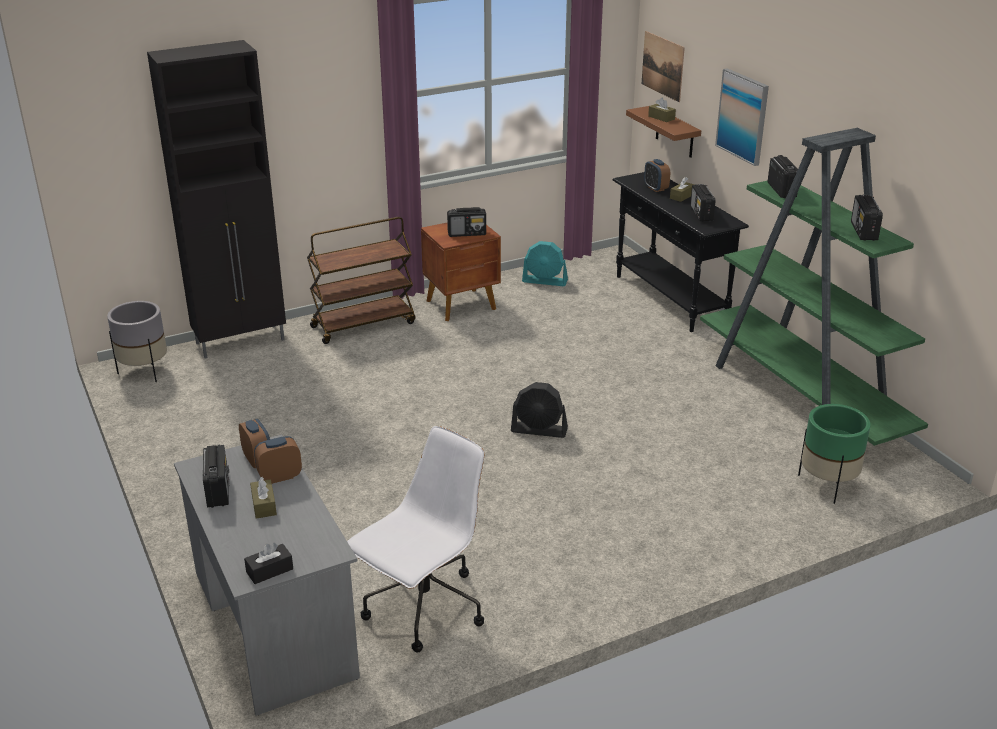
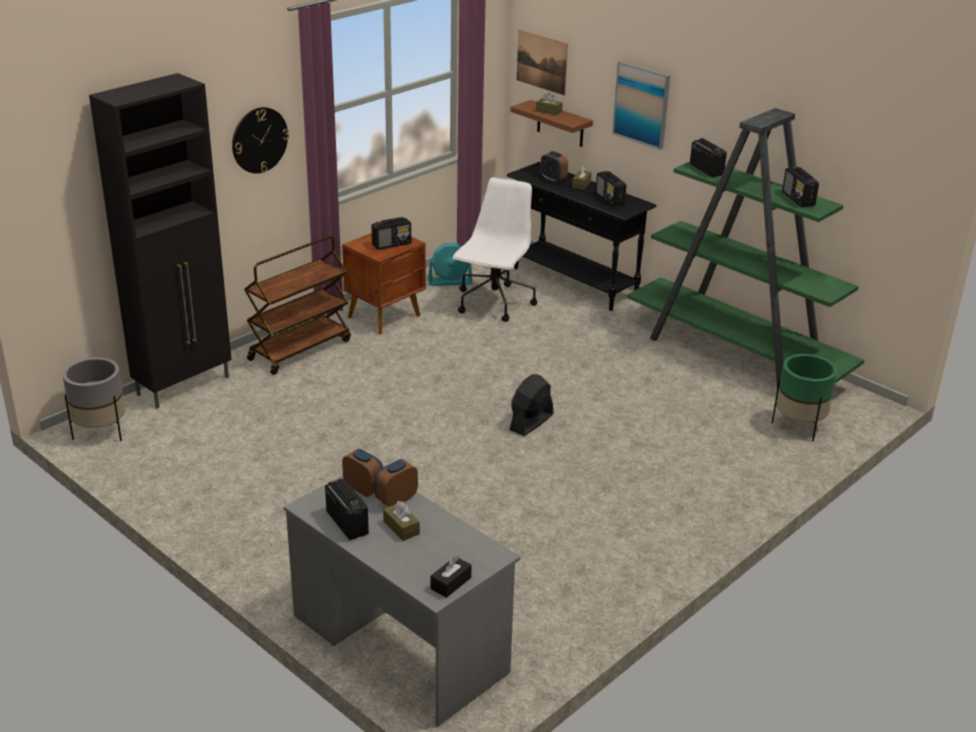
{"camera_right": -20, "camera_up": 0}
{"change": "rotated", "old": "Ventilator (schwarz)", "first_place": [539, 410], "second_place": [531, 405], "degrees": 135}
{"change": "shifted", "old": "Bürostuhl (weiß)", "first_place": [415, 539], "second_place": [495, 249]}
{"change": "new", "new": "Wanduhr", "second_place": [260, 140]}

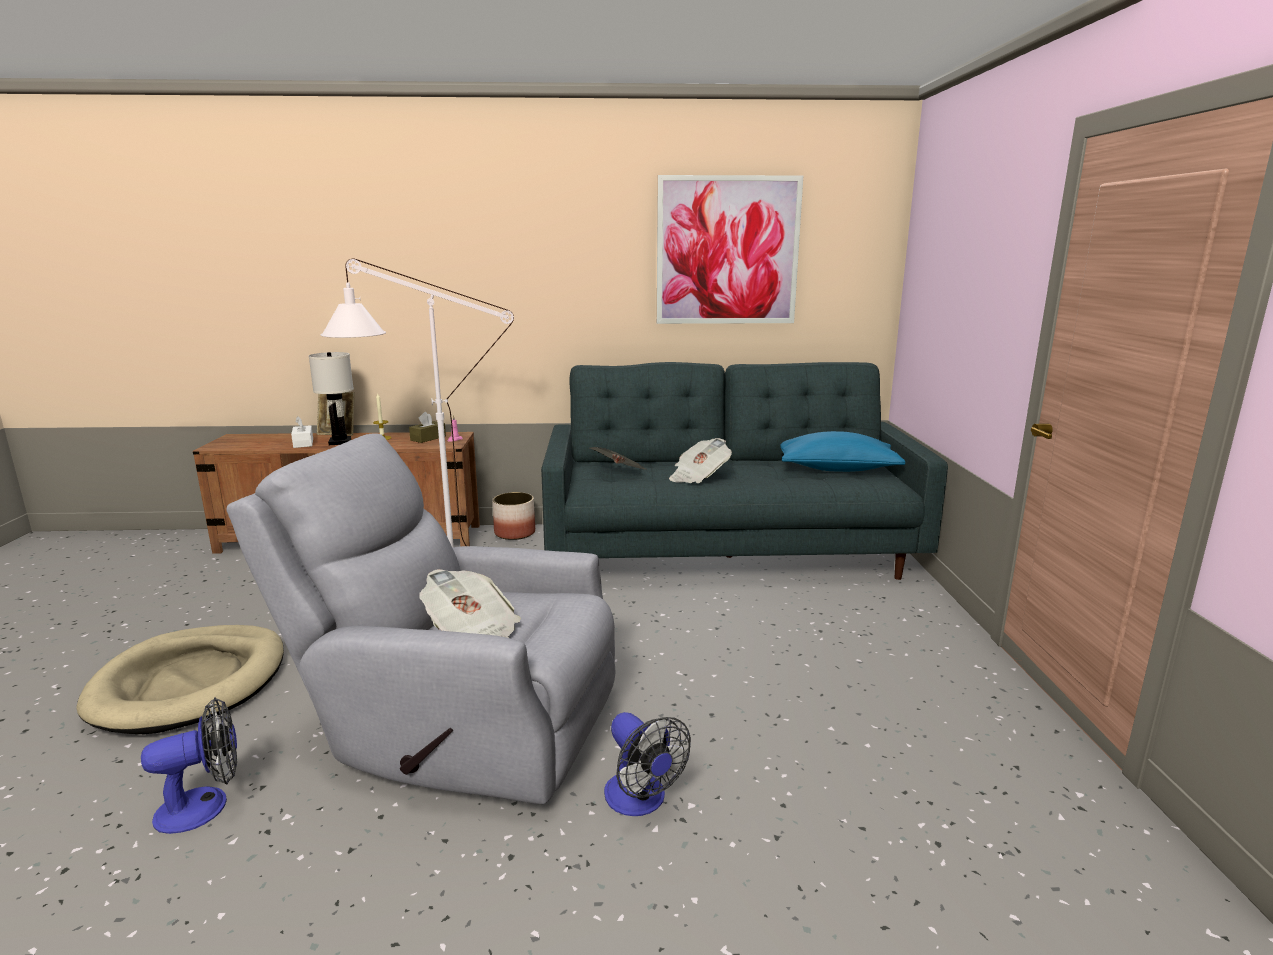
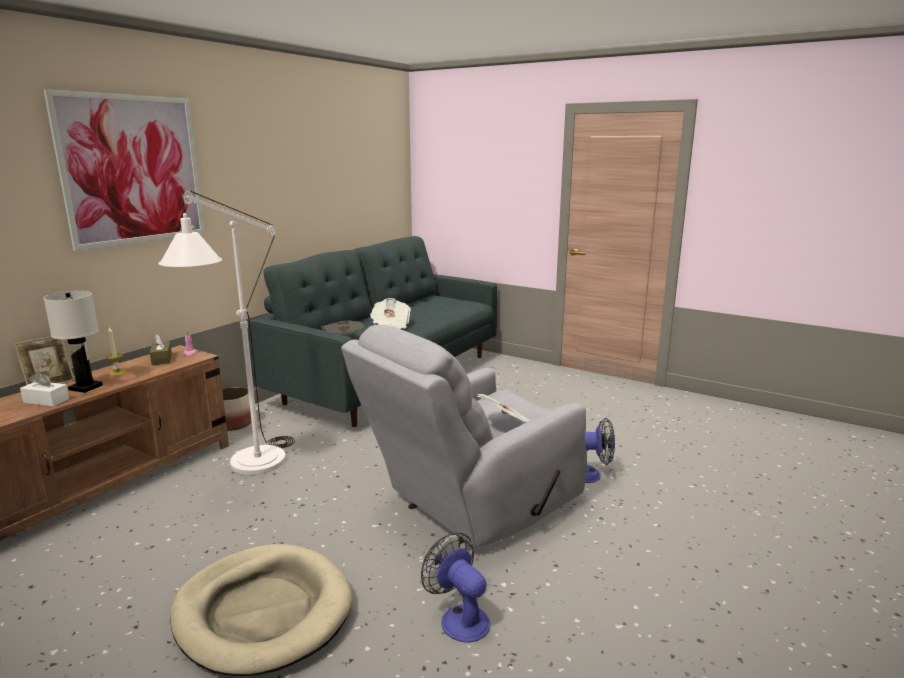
{"camera_right": -55, "camera_up": 0}
{"change": "shifted", "old": "Bild", "first_place": [730, 249], "second_place": [124, 170]}
{"change": "gone", "old": "Kissen (blau)", "first_place": [842, 451]}
{"change": "rotated", "old": "Ventilator", "first_place": [189, 765], "second_place": [455, 587], "degrees": -45}

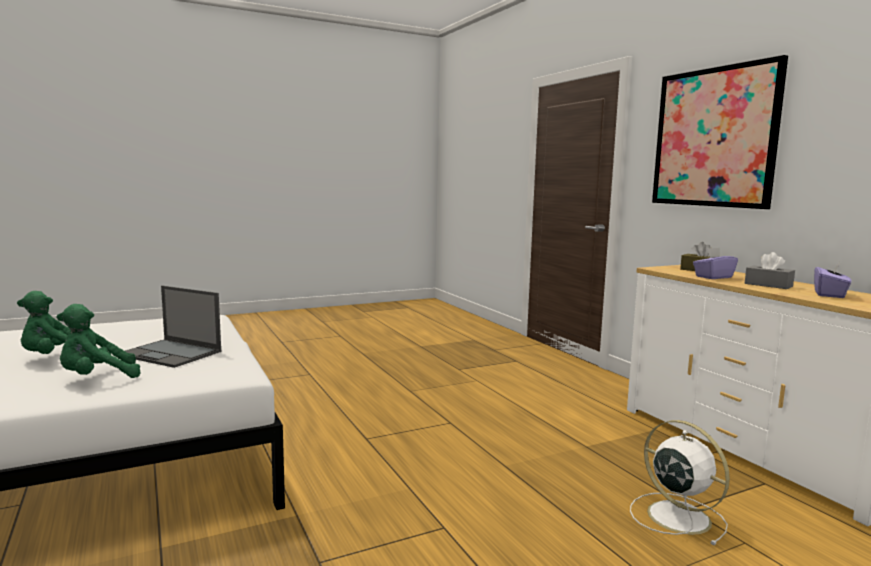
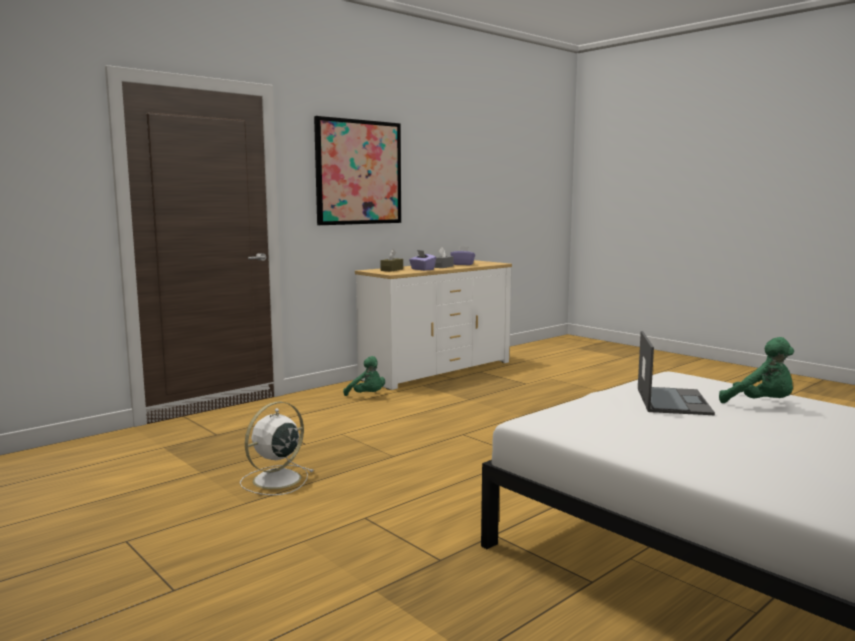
{"camera_right": -105, "camera_up": 0}
{"change": "shifted", "old": "Plüschtier (grün)", "first_place": [57, 322], "second_place": [364, 376]}
{"change": "shifted", "old": "Ventilator (weiß)", "first_place": [680, 482], "second_place": [277, 448]}

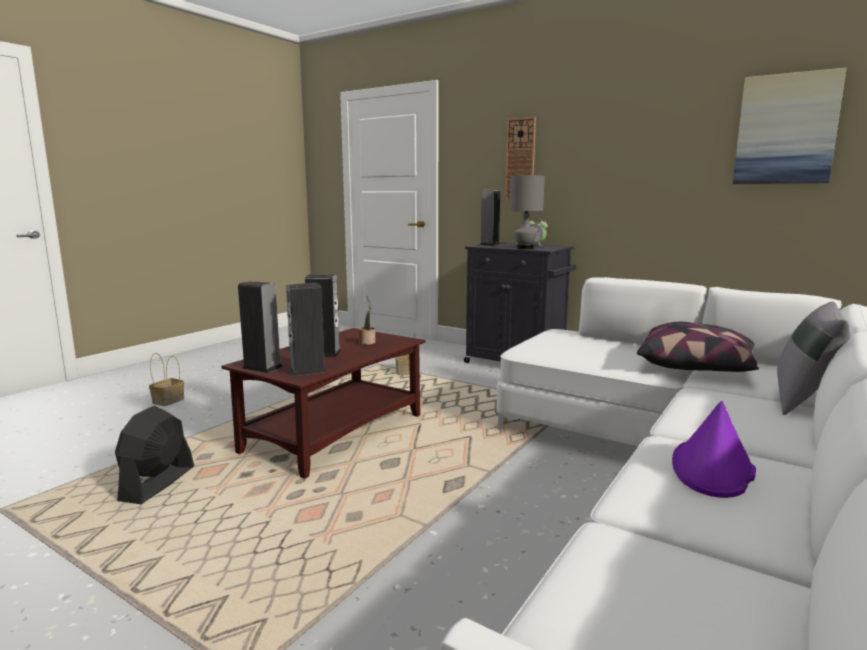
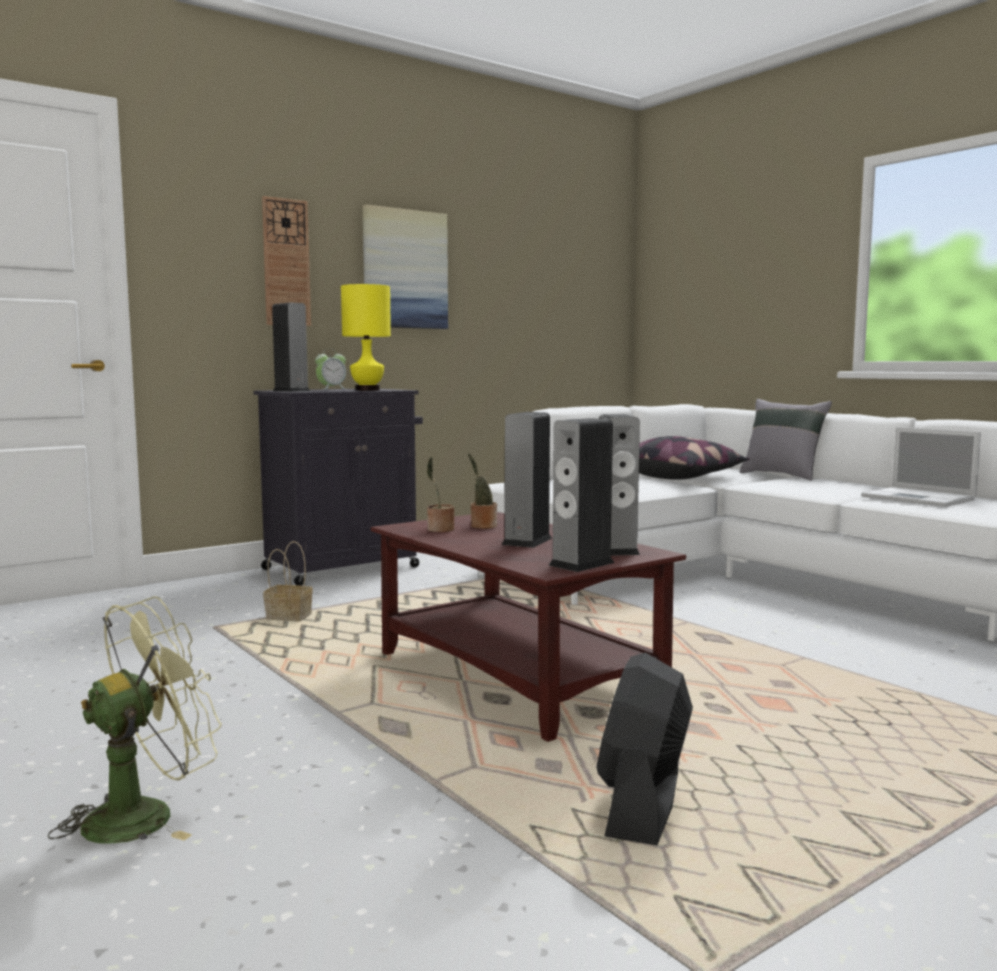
{"camera_right": -70, "camera_up": -5}
{"change": "shifted", "old": "Bild", "first_place": [790, 125], "second_place": [405, 267]}
{"change": "repainted", "old": "Tischlampe (grau)", "new": "Tischlampe (gelb)", "first_place": [527, 212], "second_place": [366, 337]}
{"change": "swapped", "old": "Korb", "new": "Ventilator (grün)", "first_place": [166, 379], "second_place": [135, 720]}
{"change": "swapped", "old": "Hut (lila)", "new": "Laptop", "first_place": [714, 449], "second_place": [921, 467]}
{"change": "rotated", "old": "Ventilator (schwarz)", "first_place": [154, 455], "second_place": [644, 749], "degrees": 75}
{"change": "new", "new": "Topfpflanze", "second_place": [440, 494]}

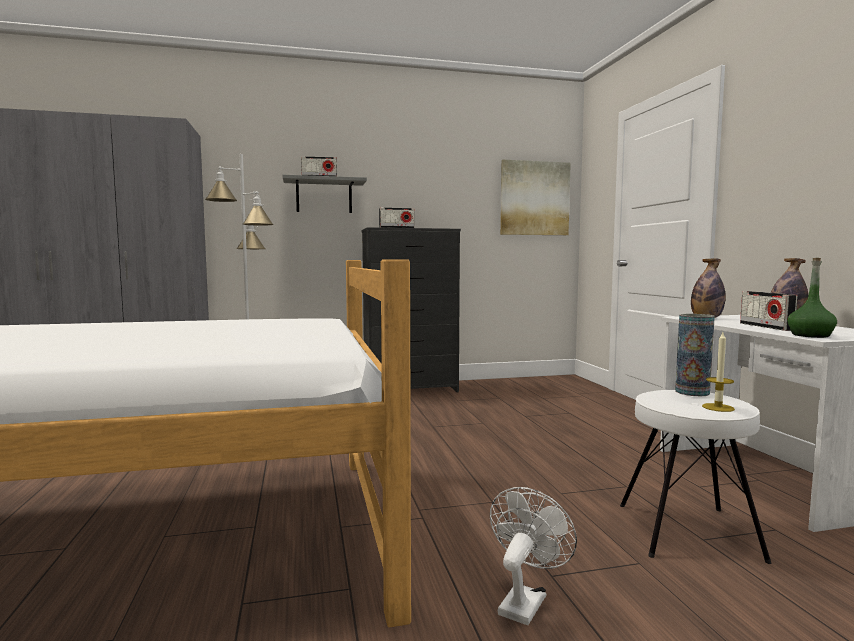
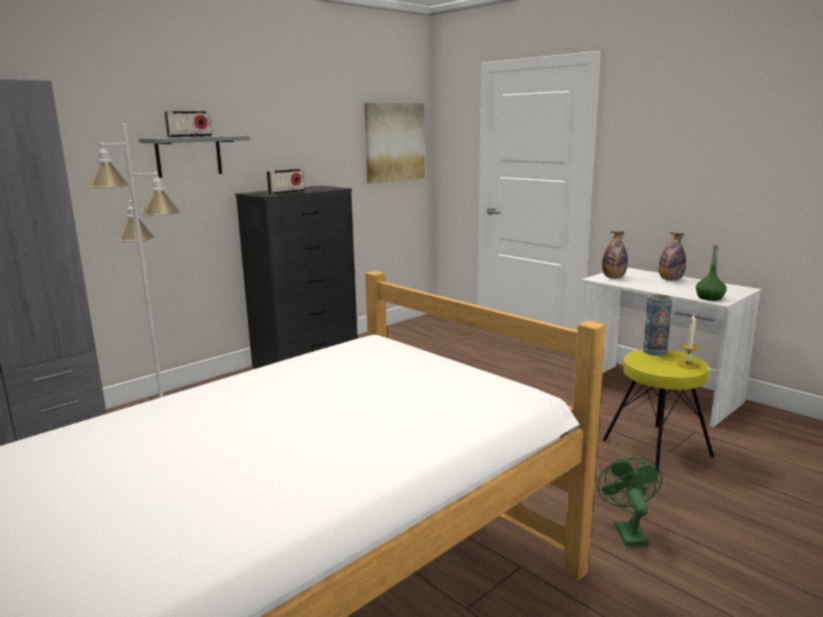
{"camera_right": -30, "camera_up": 10}
{"change": "gone", "old": "Radio", "first_place": [768, 311]}
{"change": "repainted", "old": "Hocker (weiß)", "new": "Hocker (gelb)", "first_place": [696, 477], "second_place": [658, 411]}
{"change": "repainted", "old": "Ventilator (weiß)", "new": "Ventilator (grün)", "first_place": [533, 556], "second_place": [630, 501]}

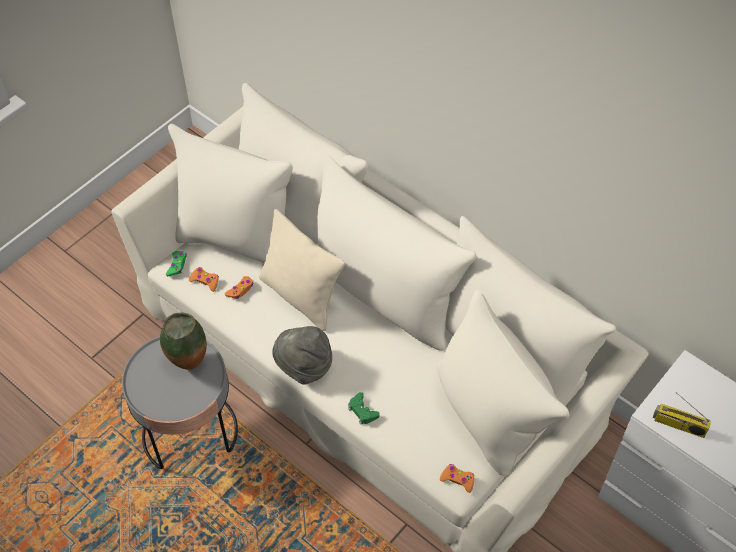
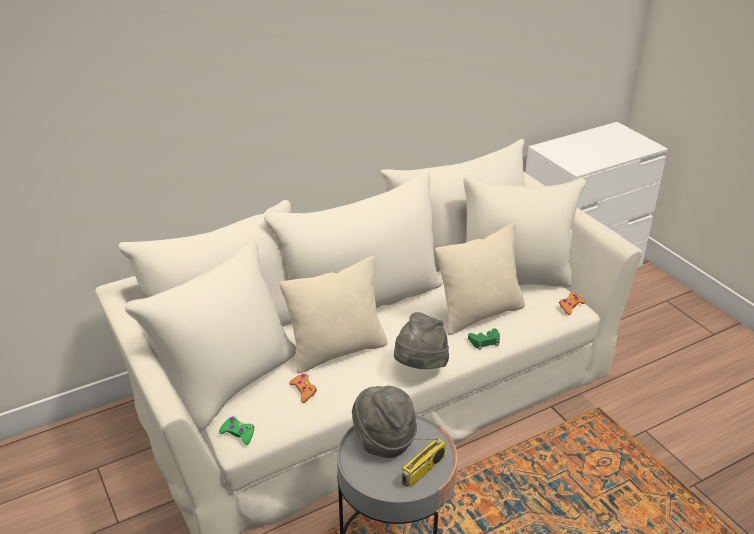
{"camera_right": -70, "camera_up": -20}
{"change": "gone", "old": "Gamepad (orange)", "first_place": [204, 279]}
{"change": "swapped", "old": "Vase", "new": "Hut (grau)", "first_place": [183, 341], "second_place": [384, 422]}
{"change": "shifted", "old": "Radio", "first_place": [682, 415], "second_place": [424, 463]}
{"change": "new", "new": "Kissen (beige)", "second_place": [480, 279]}

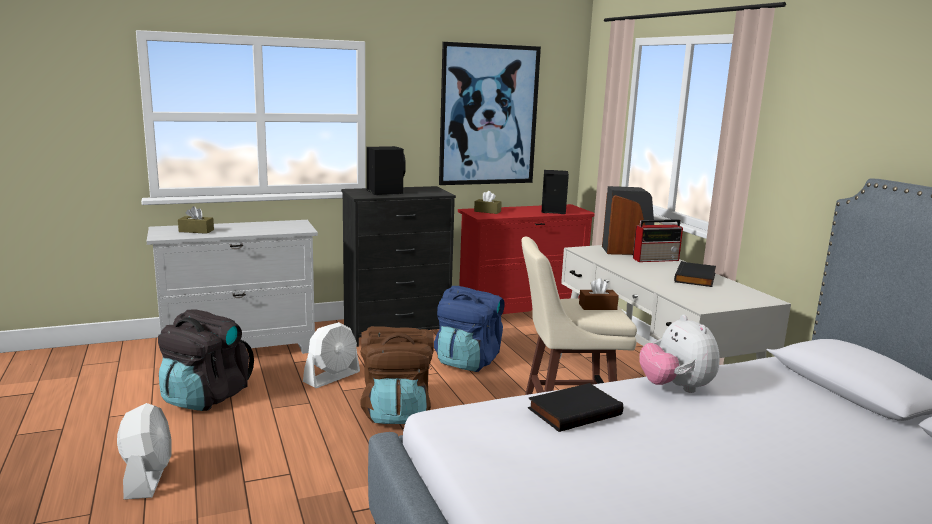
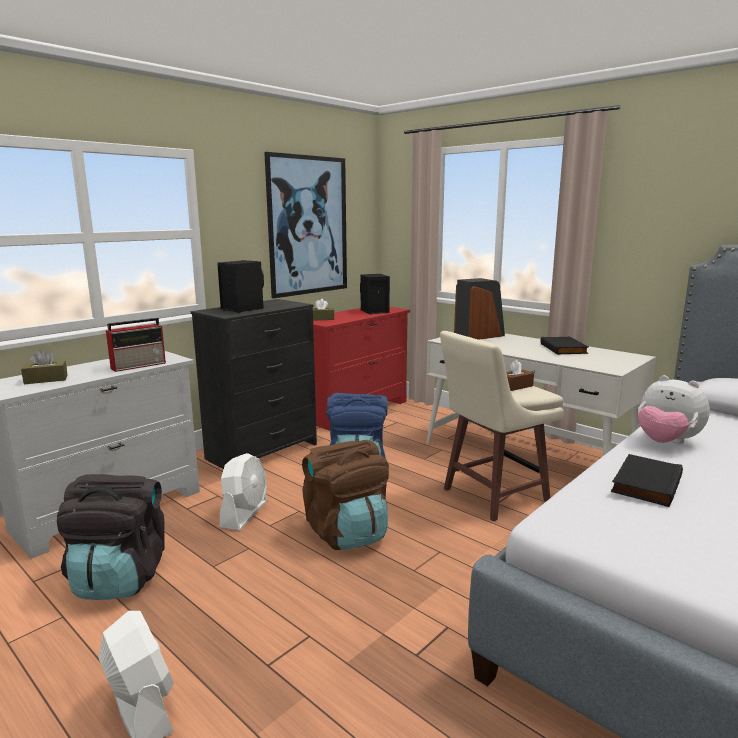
{"camera_right": -25, "camera_up": 0}
{"change": "shifted", "old": "Radio", "first_place": [658, 240], "second_place": [136, 345]}

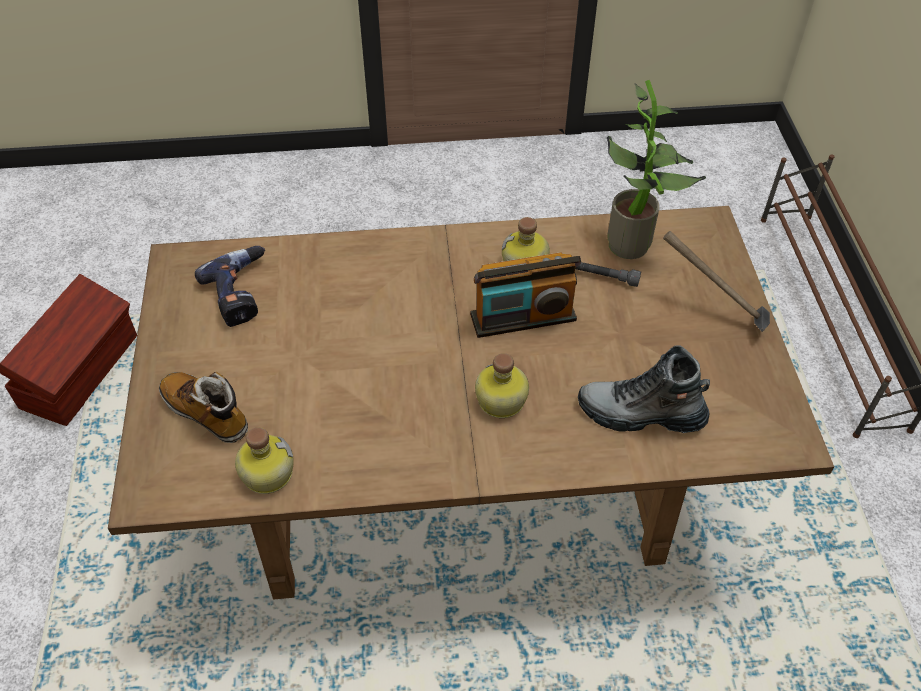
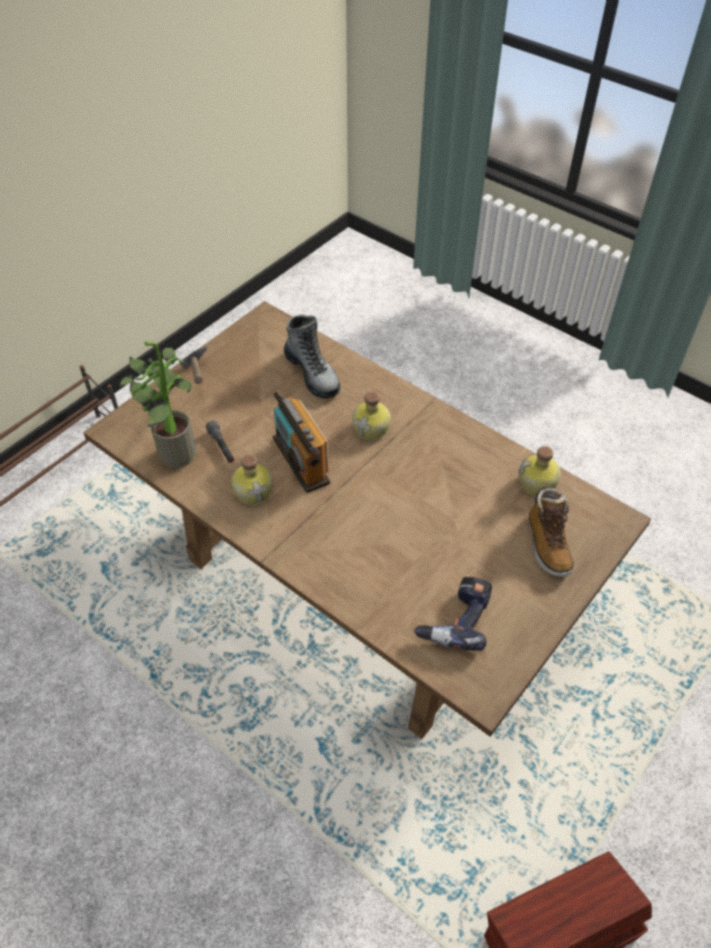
{"camera_right": -135, "camera_up": 0}
{"change": "rotated", "old": "Radio", "first_place": [525, 295], "second_place": [301, 442], "degrees": -150}

